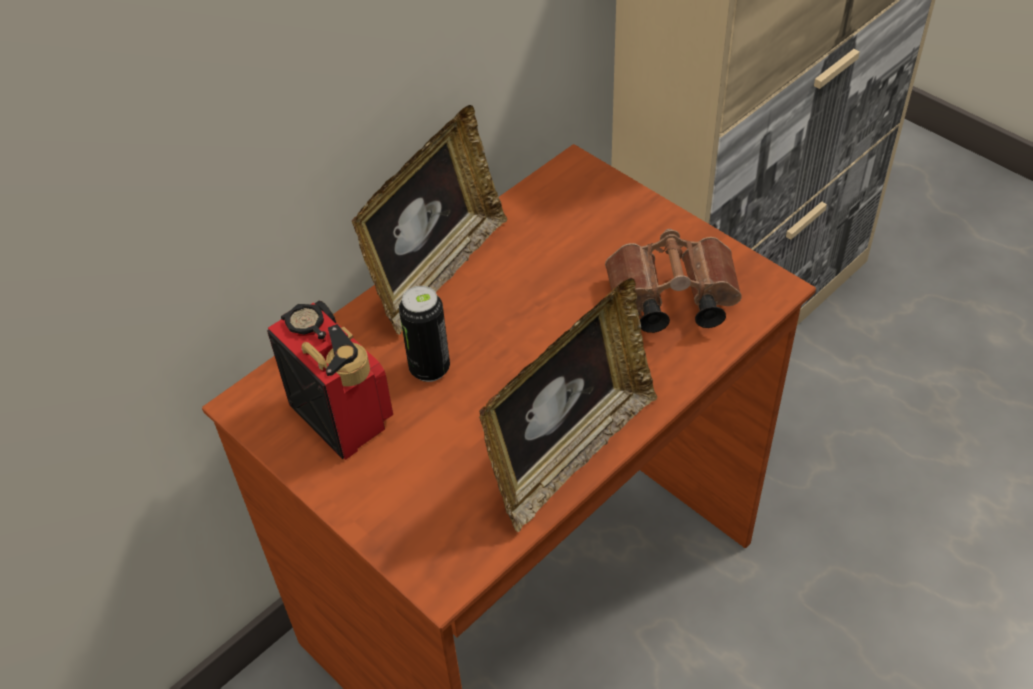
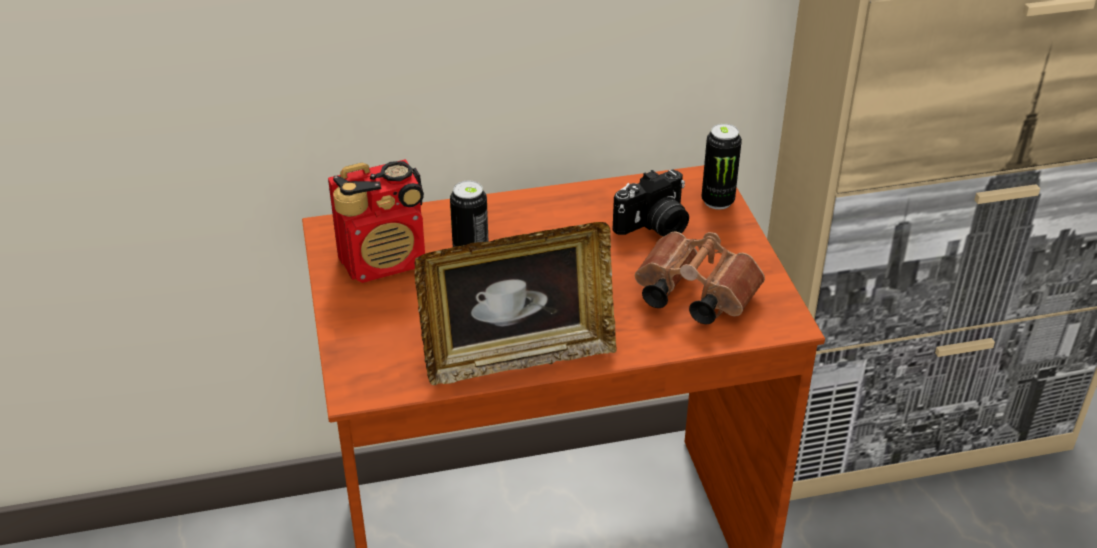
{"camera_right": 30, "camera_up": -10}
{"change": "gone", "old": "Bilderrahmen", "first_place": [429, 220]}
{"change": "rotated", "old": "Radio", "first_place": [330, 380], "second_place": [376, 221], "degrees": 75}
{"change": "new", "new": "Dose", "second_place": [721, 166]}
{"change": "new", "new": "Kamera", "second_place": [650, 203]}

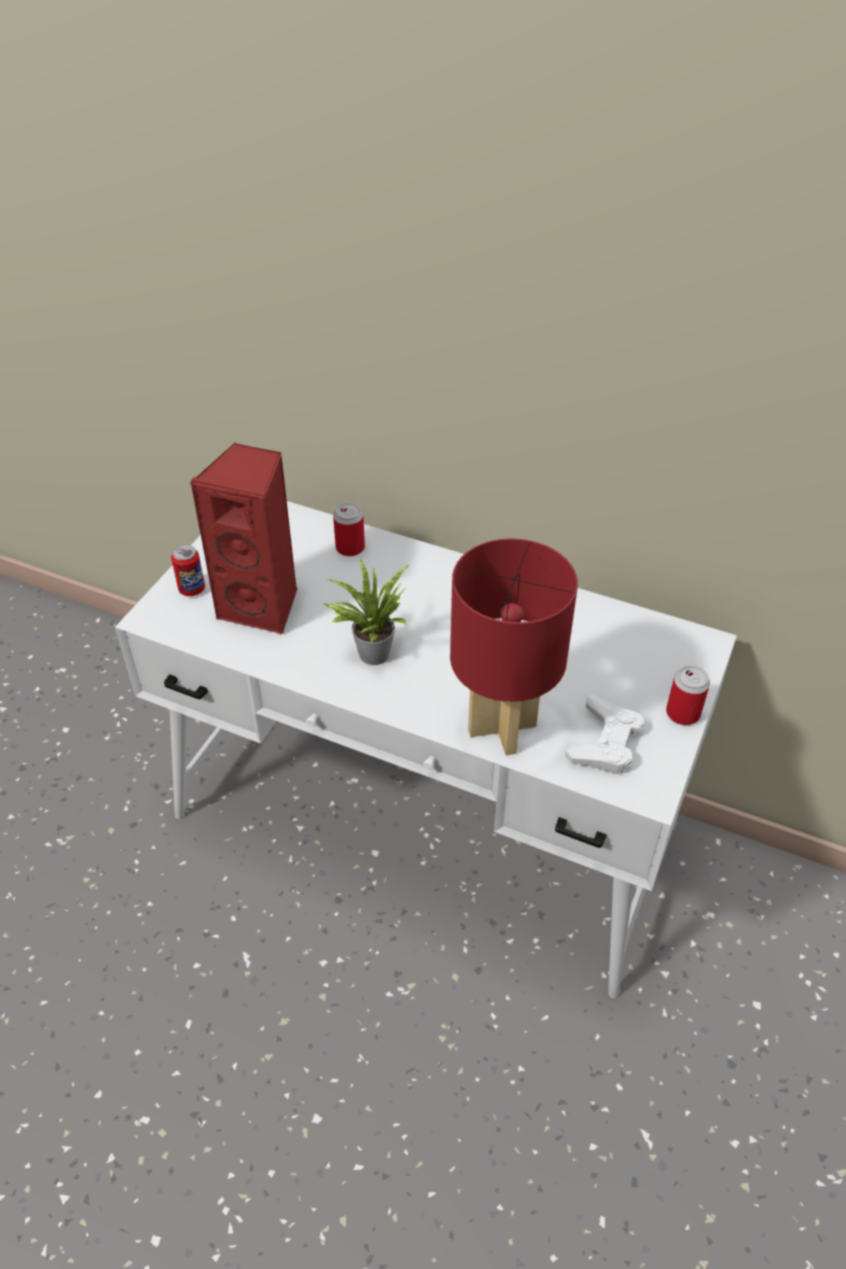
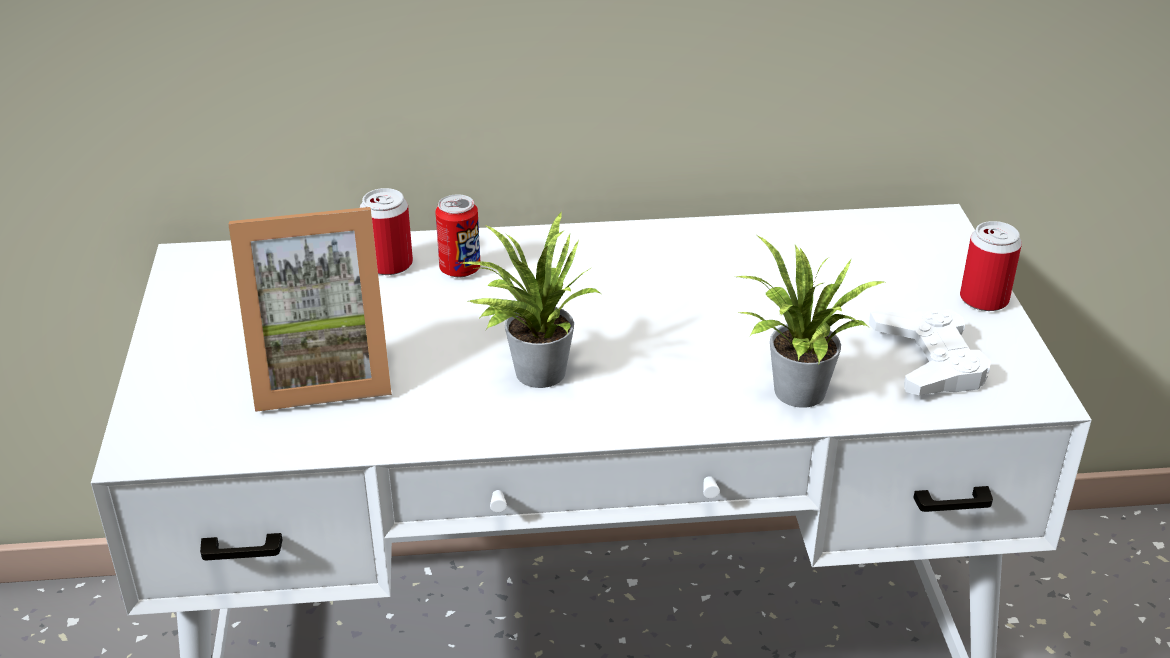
{"camera_right": -30, "camera_up": -10}
{"change": "swapped", "old": "Lautsprecher (rot)", "new": "Bilderrahmen", "first_place": [243, 539], "second_place": [310, 309]}
{"change": "swapped", "old": "Tischlampe (rot)", "new": "Topfpflanze", "first_place": [514, 646], "second_place": [812, 321]}
{"change": "shifted", "old": "Dose", "first_place": [188, 570], "second_place": [458, 235]}

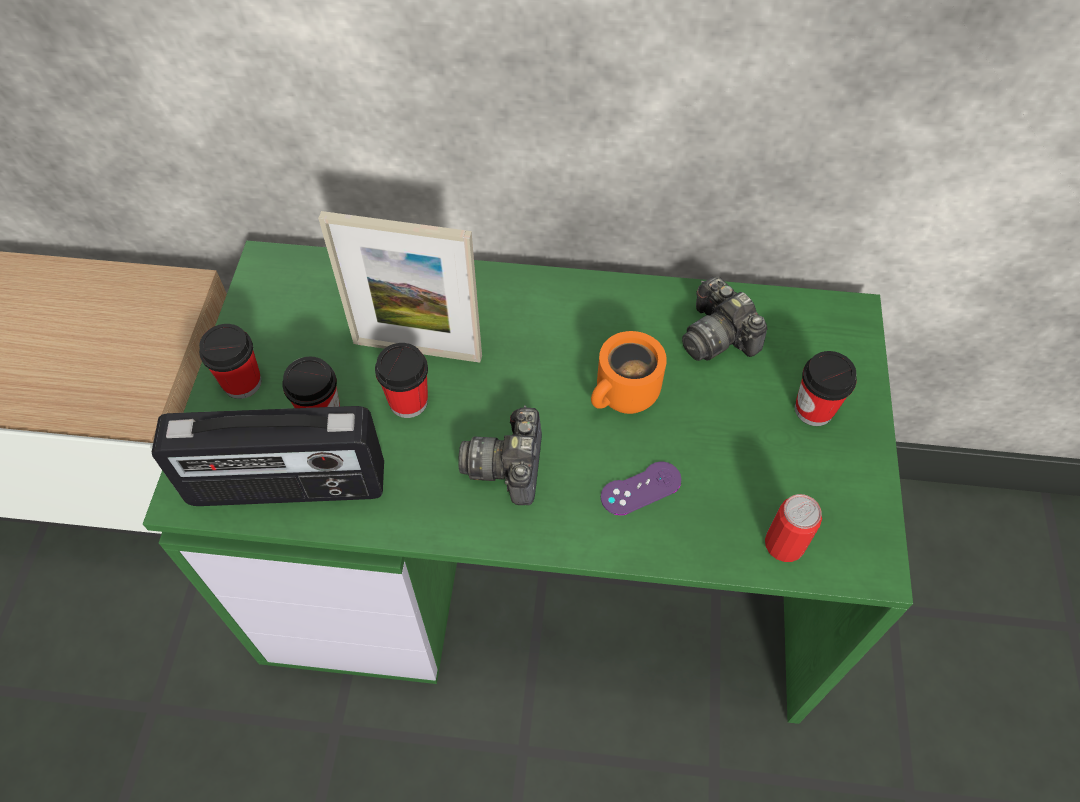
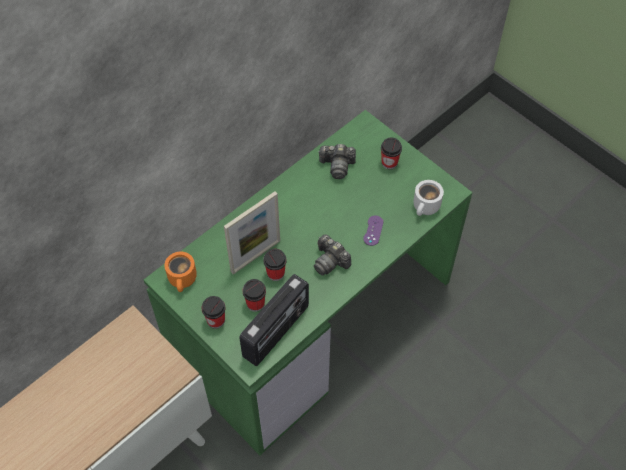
{"camera_right": -50, "camera_up": 0}
{"change": "shifted", "old": "Henkelbecher (orange)", "first_place": [629, 372], "second_place": [180, 271]}
{"change": "swapped", "old": "Dose", "new": "Henkelbecher (weiß)", "first_place": [793, 528], "second_place": [428, 198]}

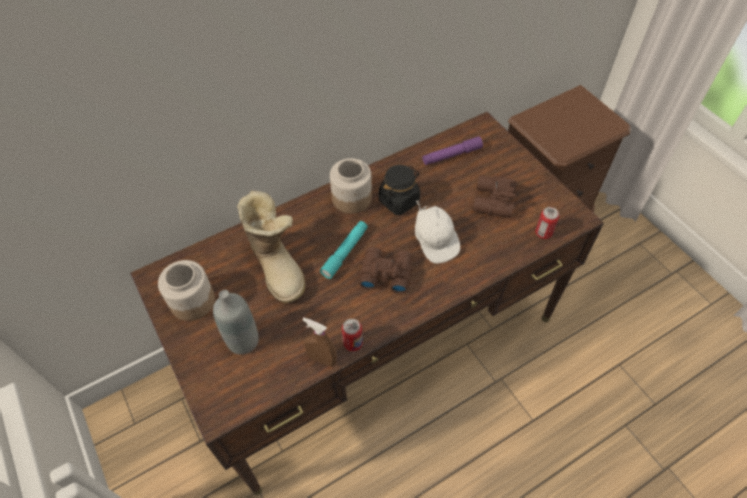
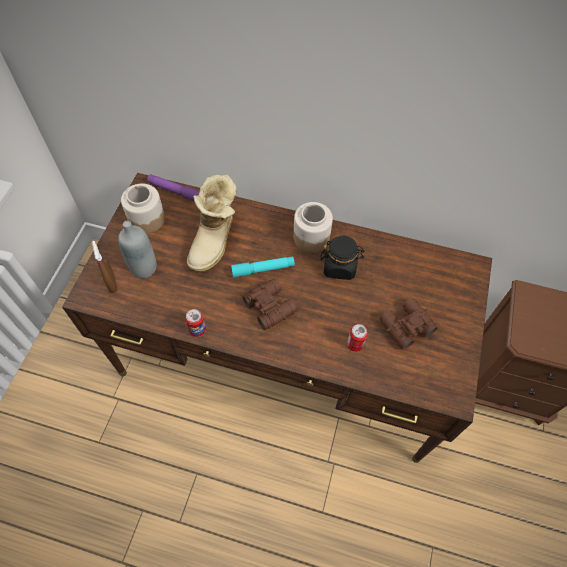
{"camera_right": 45, "camera_up": 5}
{"change": "shifted", "old": "Taschenlampe (lila)", "first_place": [453, 150], "second_place": [173, 187]}
{"change": "gone", "old": "Kappe (weiß)", "first_place": [437, 232]}
{"change": "shifted", "old": "Dose", "first_place": [547, 223], "second_place": [357, 338]}
{"change": "shifted", "old": "Sprühflasche (braun)", "first_place": [319, 342], "second_place": [105, 267]}

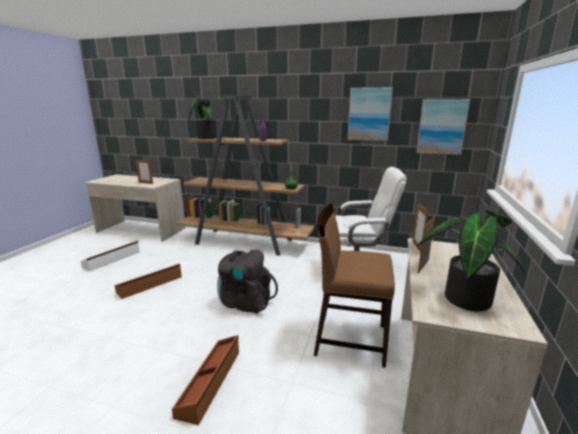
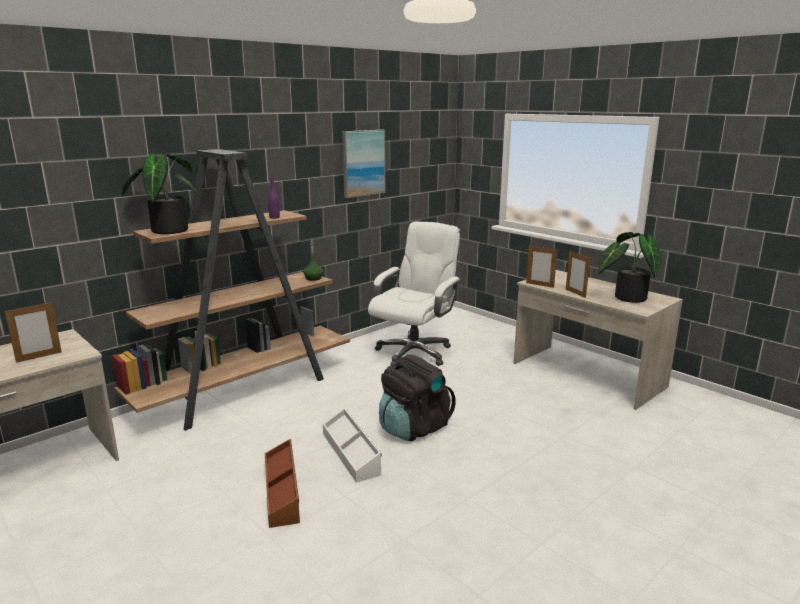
{"camera_right": -60, "camera_up": 0}
{"change": "gone", "old": "Bild", "first_place": [443, 127]}
{"change": "gone", "old": "Stuhl (braun)", "first_place": [354, 286]}
{"change": "shifted", "old": "Aufbewahrungsbox (weiß)", "first_place": [110, 256], "second_place": [352, 445]}
{"change": "gone", "old": "Aufbewahrungsbox (braun)", "first_place": [205, 380]}

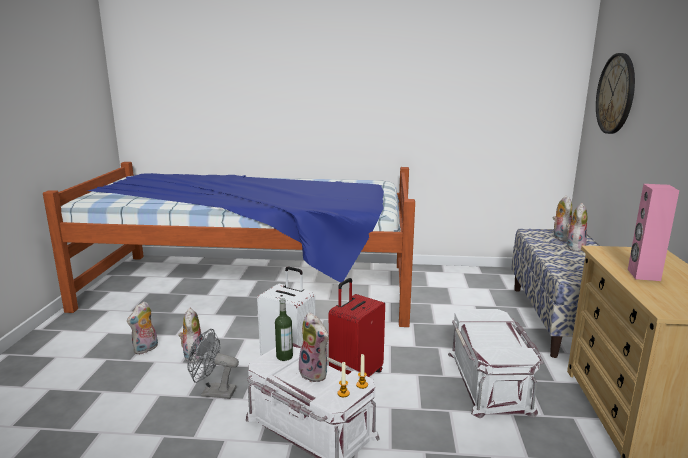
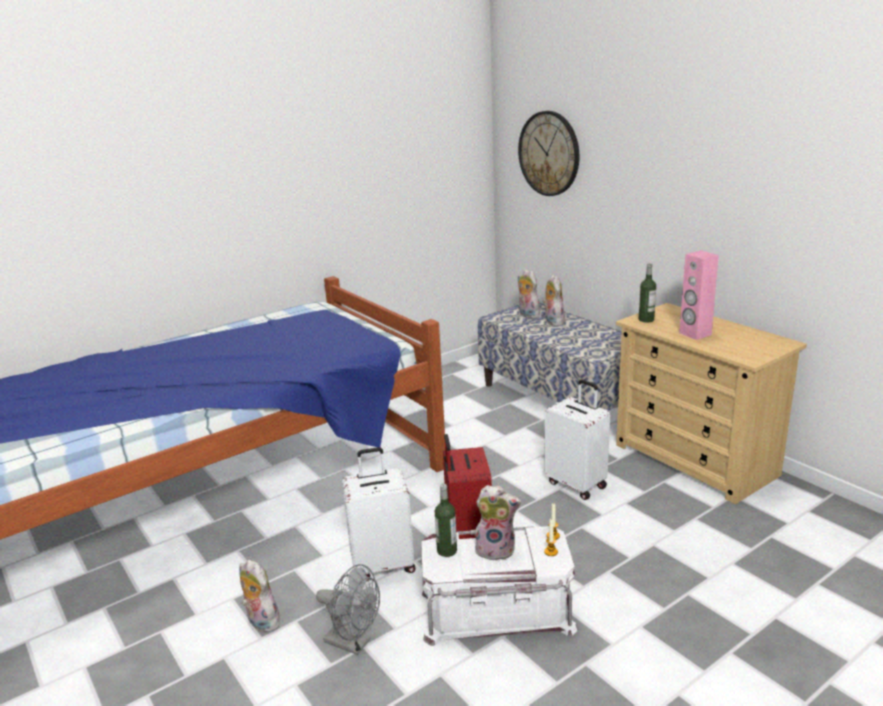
{"camera_right": -40, "camera_up": 5}
{"change": "gone", "old": "Plüschtier", "first_place": [142, 328]}
{"change": "swapped", "old": "Aufbewahrungsbox (weiß)", "new": "Koffer (weiß)", "first_place": [496, 363], "second_place": [577, 440]}
{"change": "rotated", "old": "Ventilator (grau)", "first_place": [213, 364], "second_place": [348, 609], "degrees": -120}
{"change": "new", "new": "Flasche", "second_place": [647, 293]}

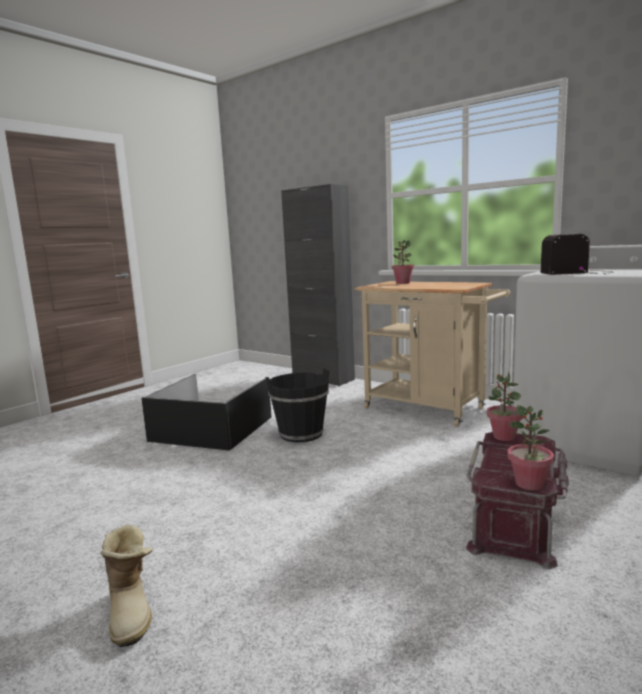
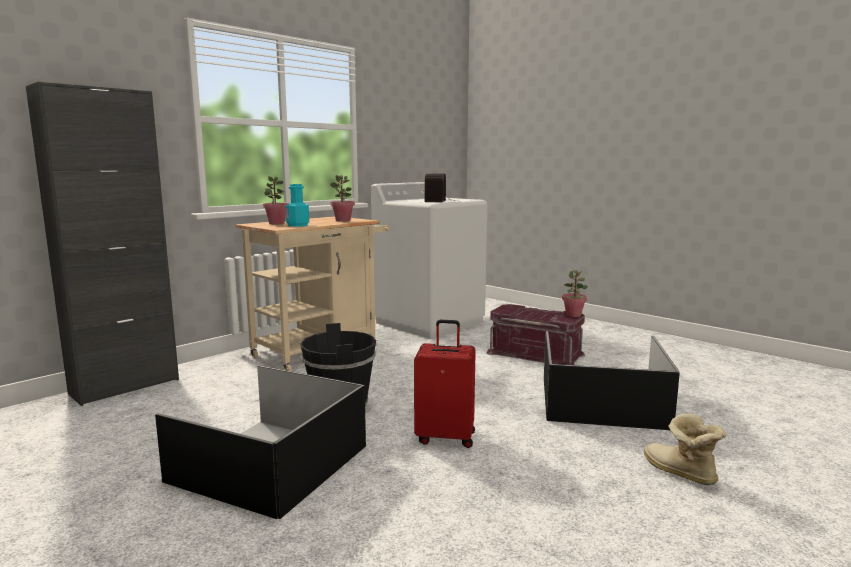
{"camera_right": -85, "camera_up": 0}
{"change": "shifted", "old": "Topfpflanze", "first_place": [505, 406], "second_place": [342, 198]}
{"change": "rotated", "old": "Stiefel", "first_place": [127, 585], "second_place": [685, 449], "degrees": -105}
{"change": "new", "new": "Flasche (türkis)", "second_place": [297, 205]}
{"change": "new", "new": "Koffer (rot)", "second_place": [445, 384]}
{"change": "new", "new": "Aufbewahrungsbox (schwarz)", "second_place": [612, 380]}

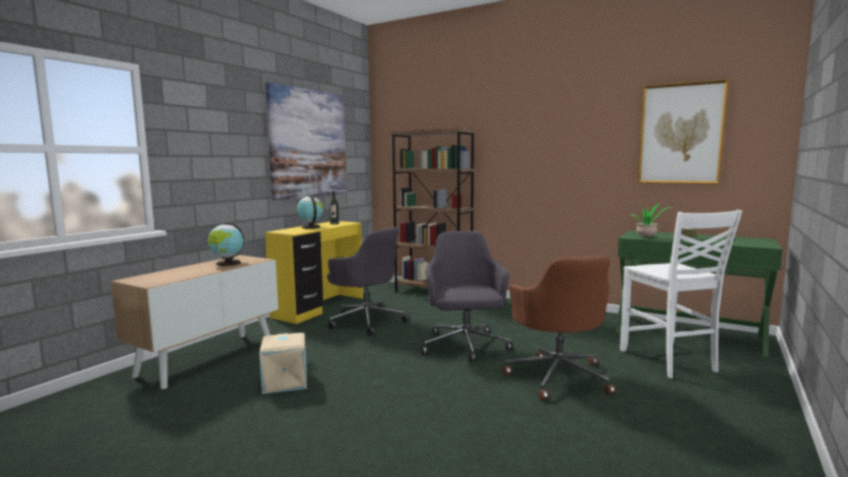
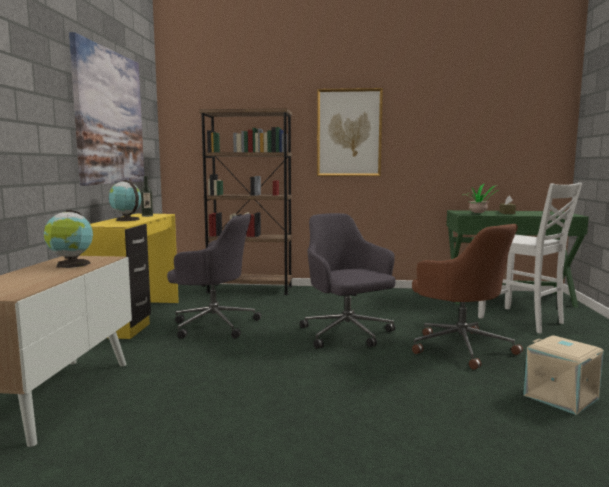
{"camera_right": -25, "camera_up": 0}
{"change": "shifted", "old": "Bild", "first_place": [683, 131], "second_place": [350, 132]}
{"change": "shifted", "old": "Aufbewahrungsbox (beige)", "first_place": [283, 363], "second_place": [563, 375]}

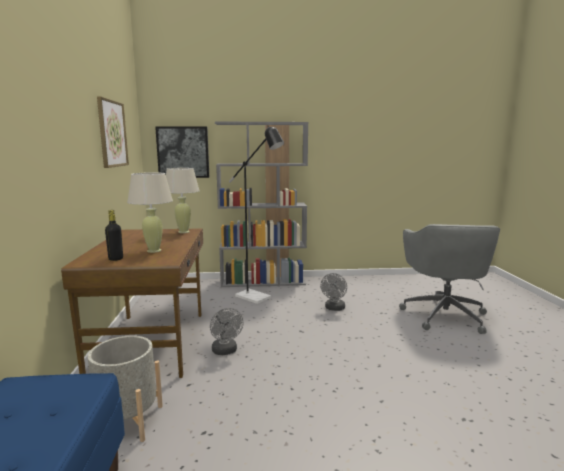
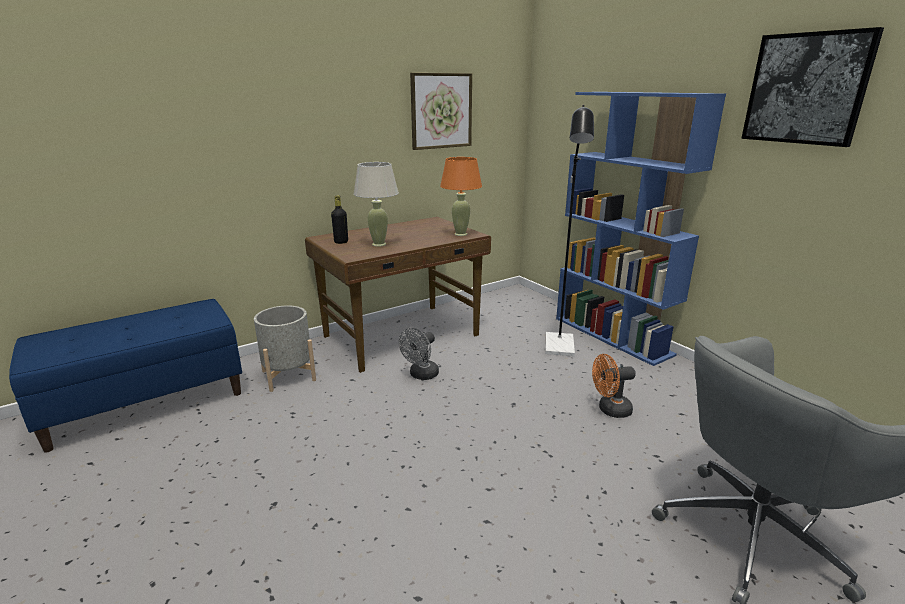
{"camera_right": 60, "camera_up": 10}
{"change": "repainted", "old": "Bücherregal (grau)", "new": "Bücherregal (blau)", "first_place": [261, 204], "second_place": [641, 229]}
{"change": "shifted", "old": "Bild", "first_place": [182, 152], "second_place": [812, 87]}
{"change": "repainted", "old": "Tischlampe (beige)", "new": "Tischlampe (orange)", "first_place": [183, 200], "second_place": [461, 196]}
{"change": "repainted", "old": "Ventilator (grau)", "new": "Ventilator (orange)", "first_place": [334, 292], "second_place": [614, 386]}

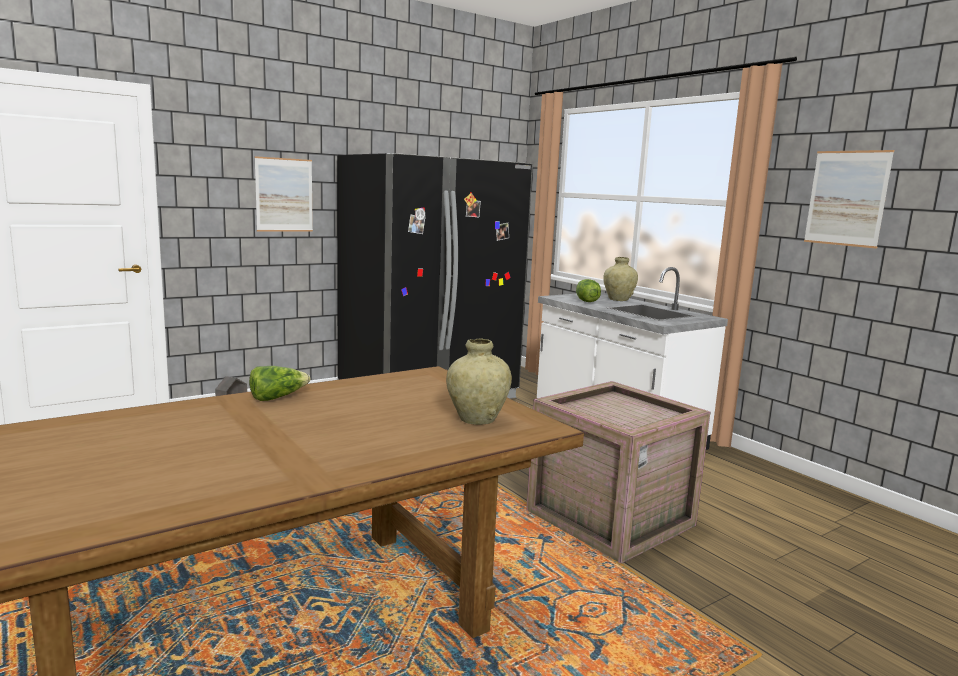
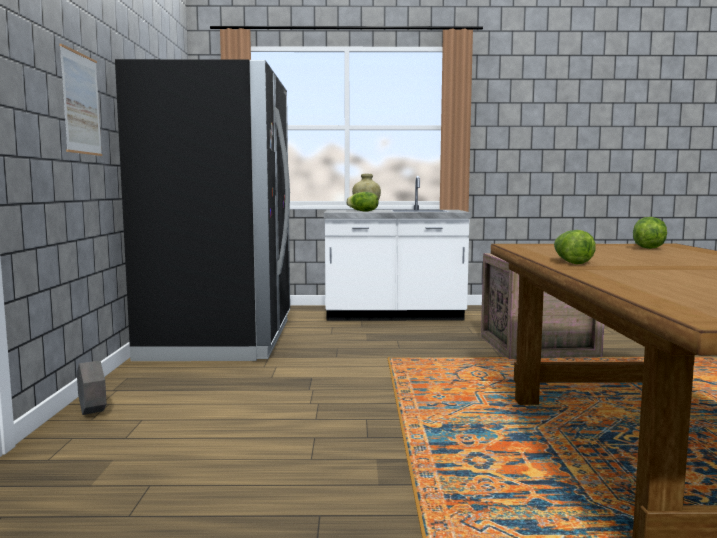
{"camera_right": -55, "camera_up": -5}
{"change": "gone", "old": "Bild", "first_place": [849, 199]}
{"change": "swapped", "old": "Vase (beige)", "new": "Salatkopf", "first_place": [479, 381], "second_place": [650, 233]}

